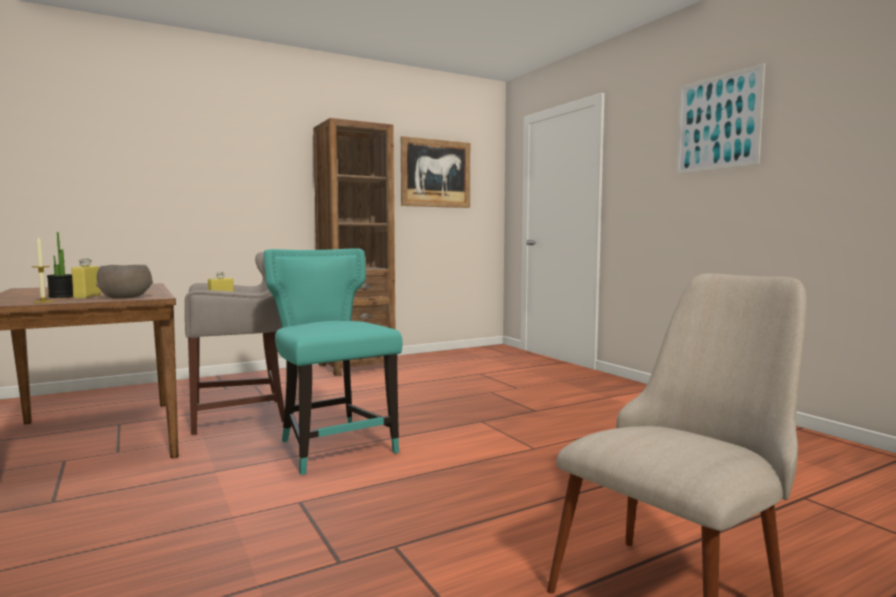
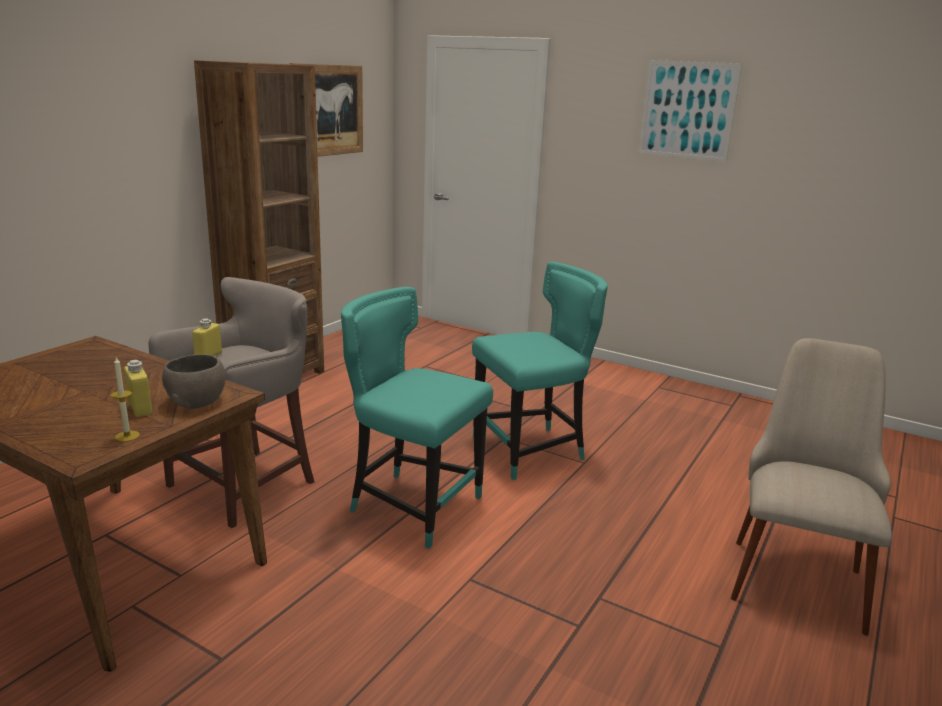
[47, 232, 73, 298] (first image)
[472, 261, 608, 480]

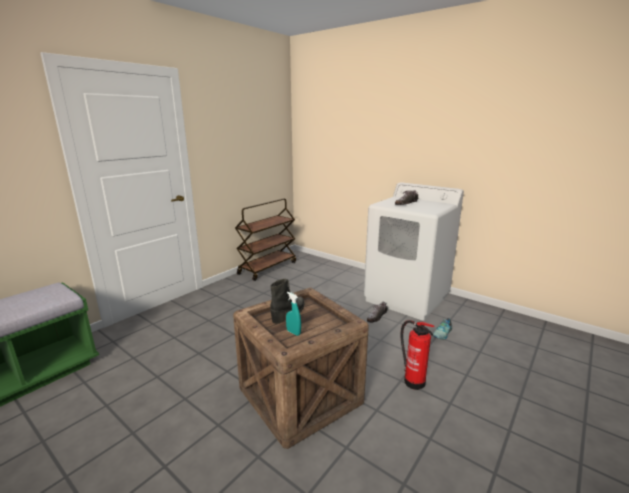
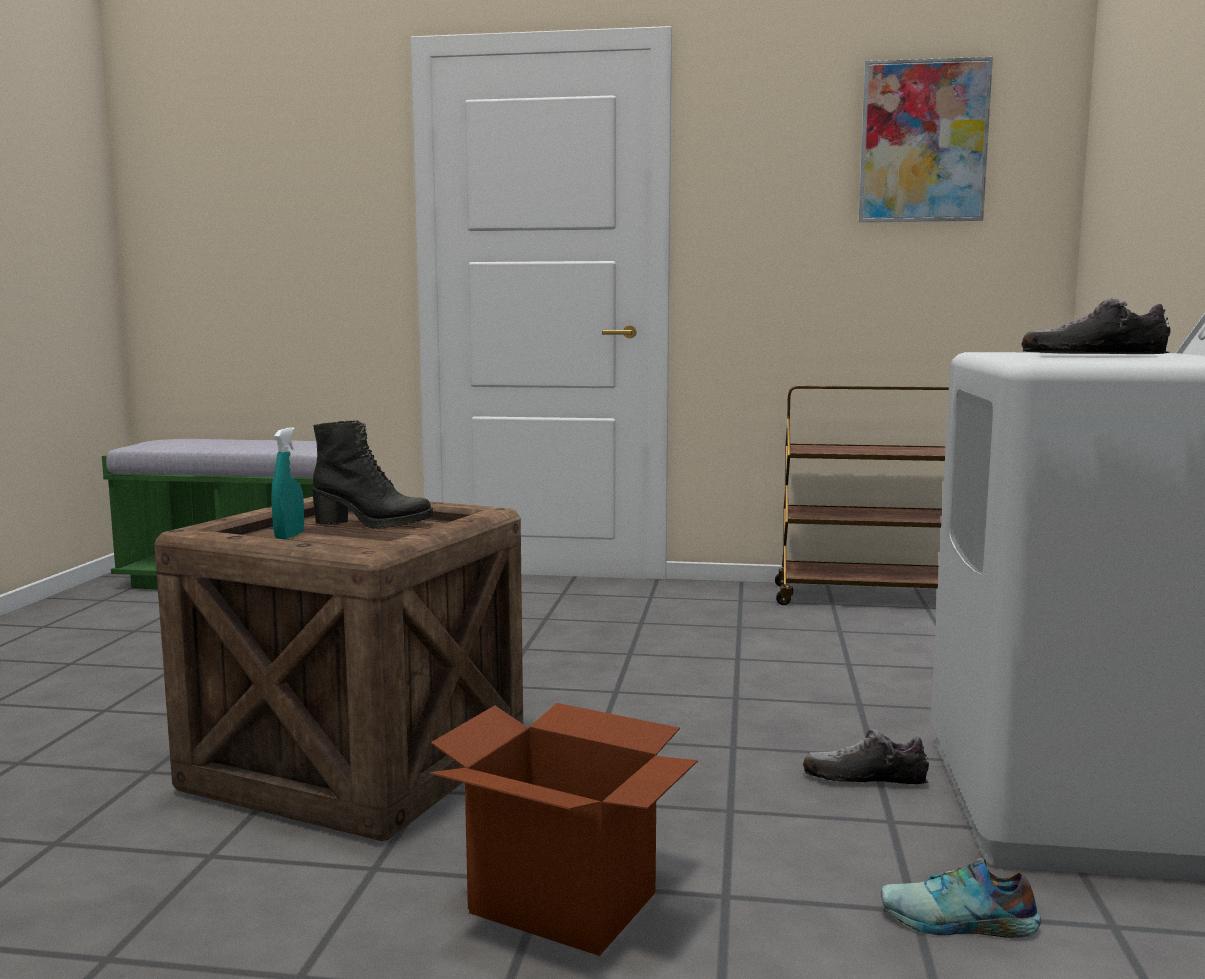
[429, 703, 698, 956]
[859, 57, 993, 222]

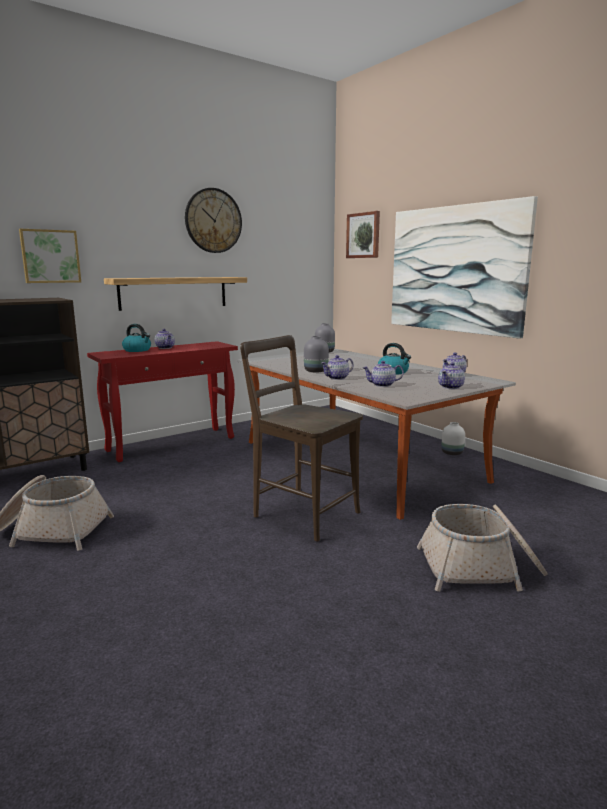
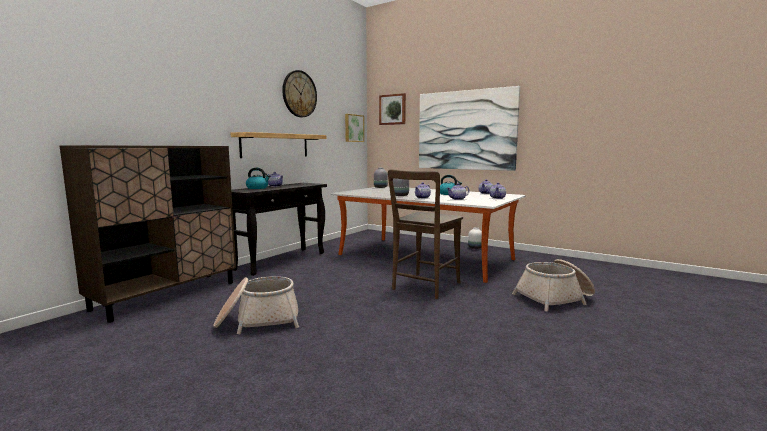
[345, 114, 364, 142]
[388, 169, 463, 299]
[231, 183, 327, 276]

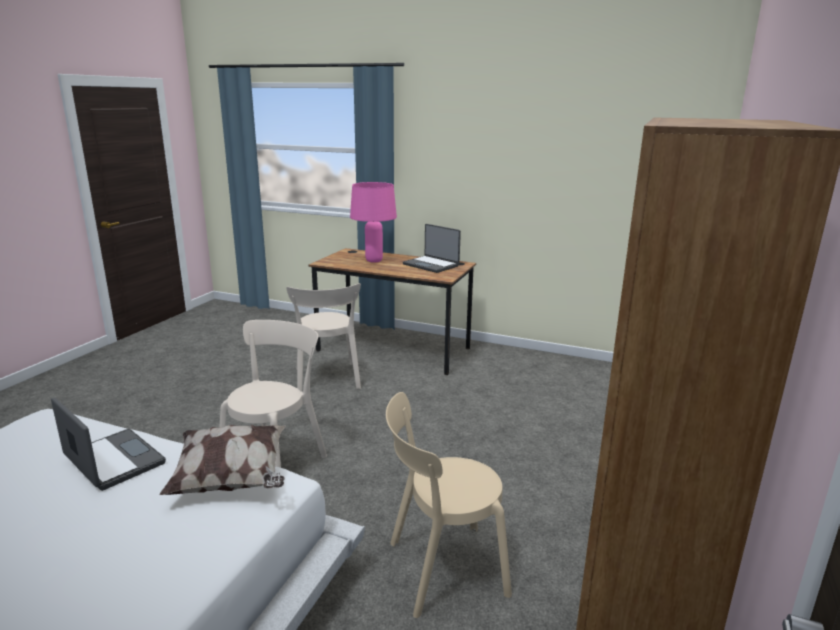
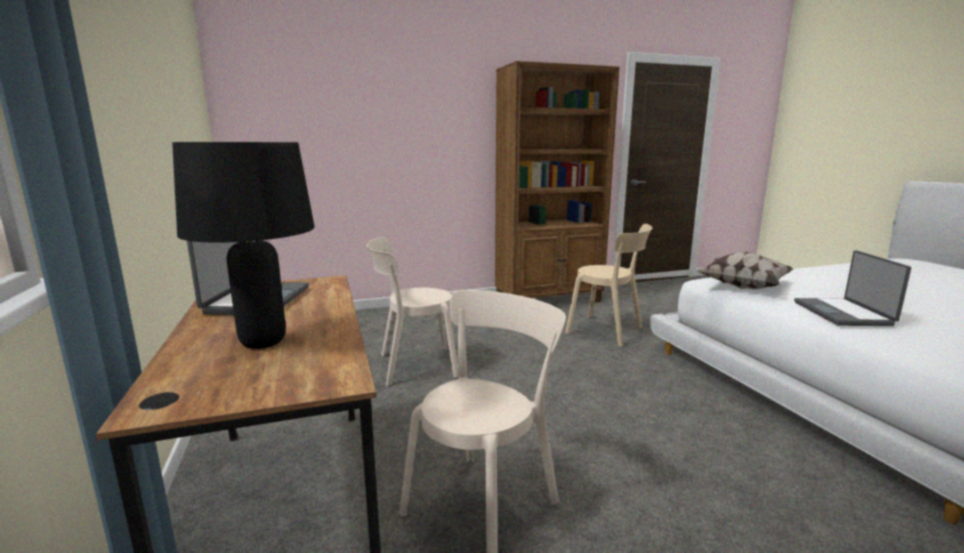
[172, 142, 315, 349]
[367, 237, 458, 386]

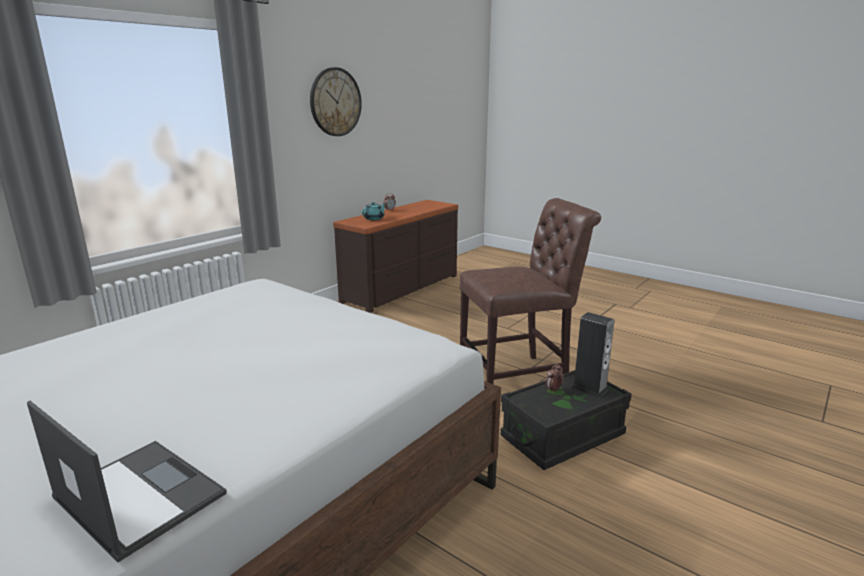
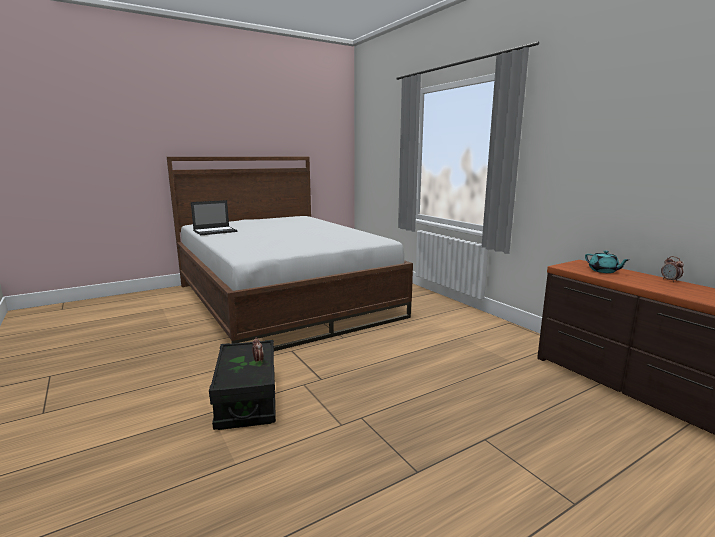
[310, 67, 362, 136] (first image)
[459, 198, 601, 384] (first image)
[571, 312, 615, 398] (first image)

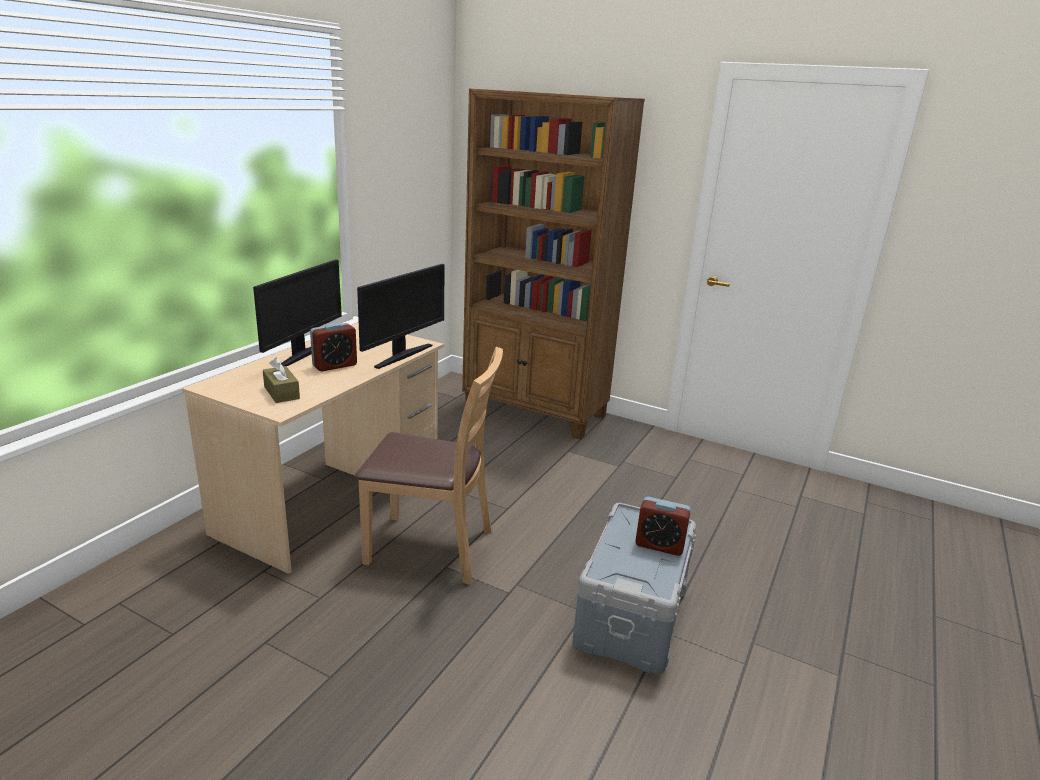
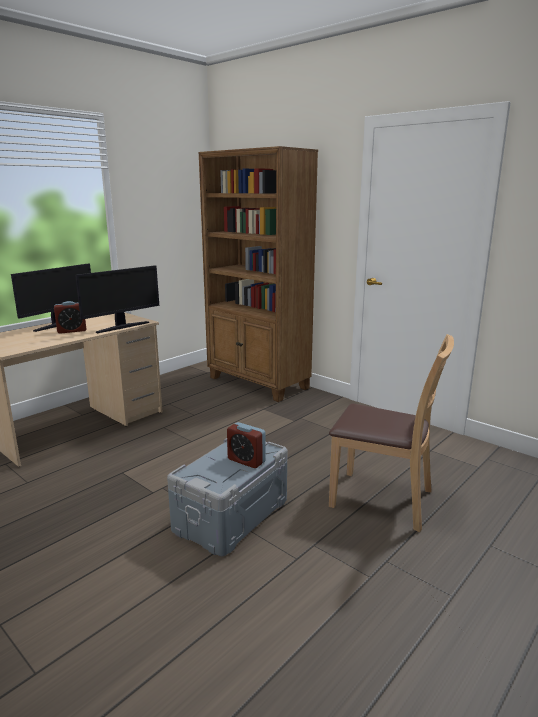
[329, 334, 454, 532]
[263, 358, 300, 403] (first image)

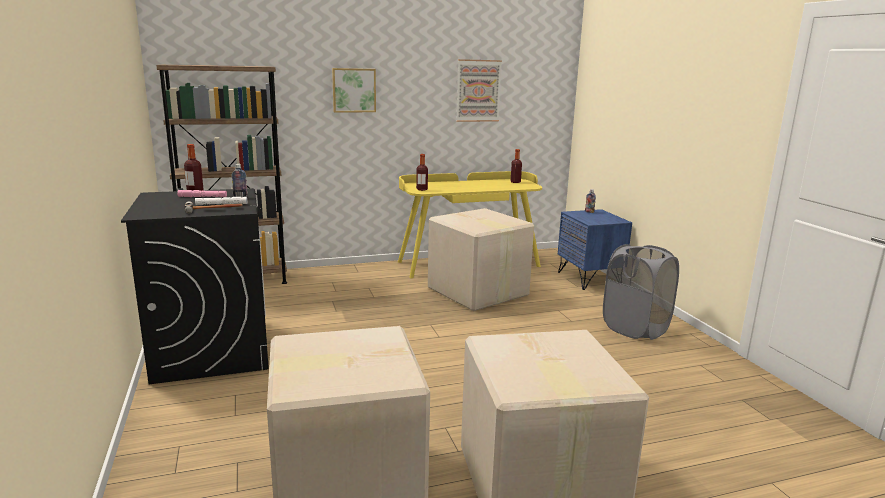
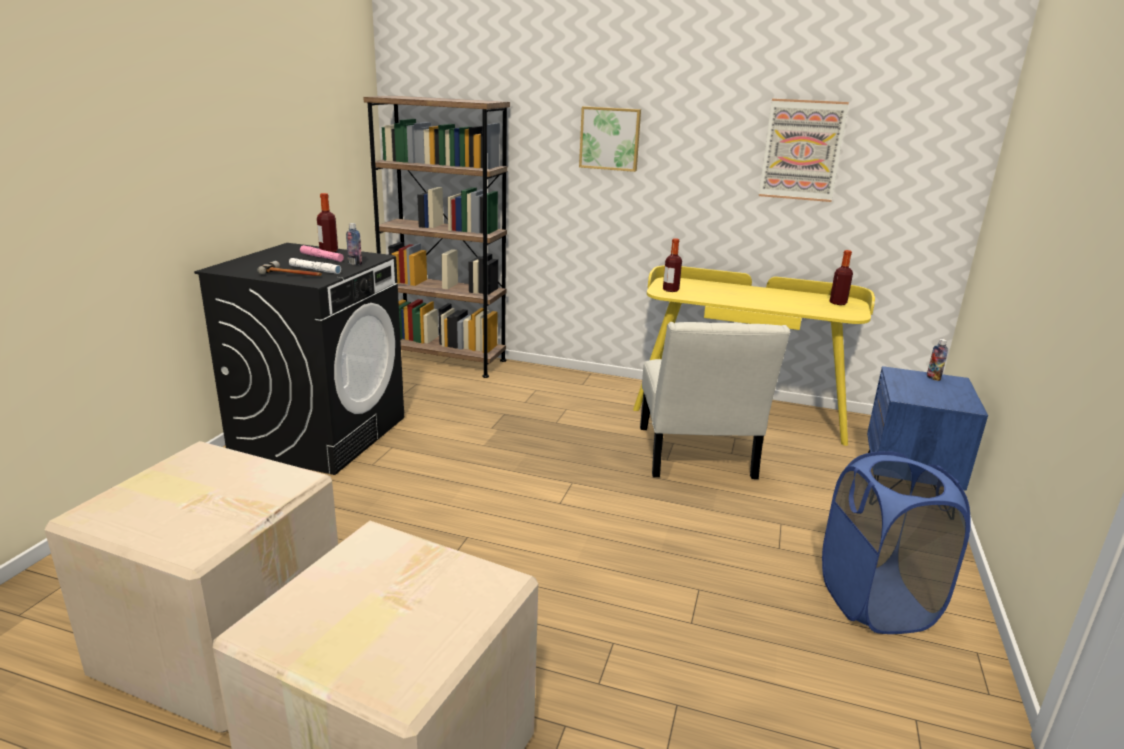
[640, 322, 790, 479]
[822, 451, 971, 634]

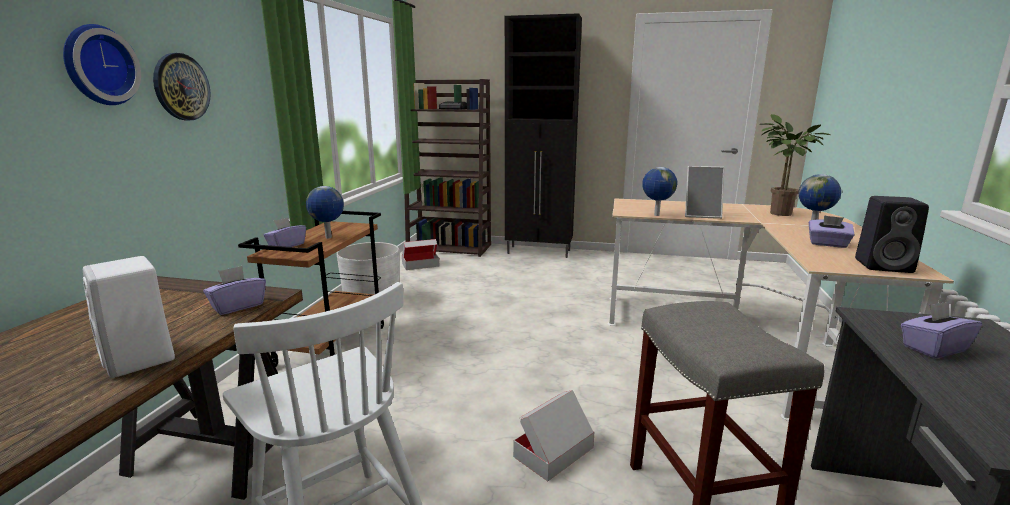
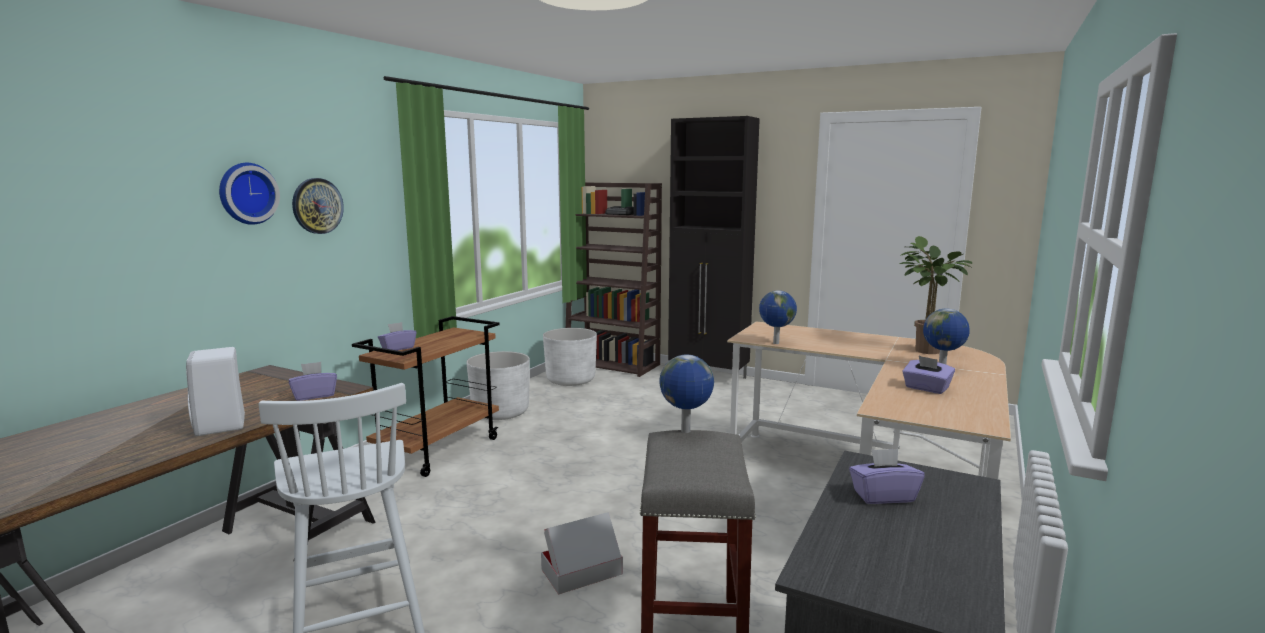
[685, 166, 725, 219] (first image)
[659, 355, 714, 433]
[855, 196, 929, 273] (first image)
[543, 328, 597, 386]

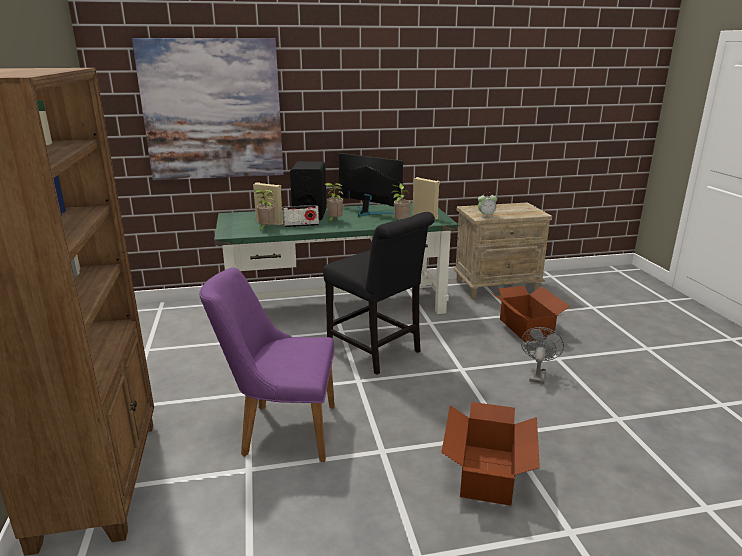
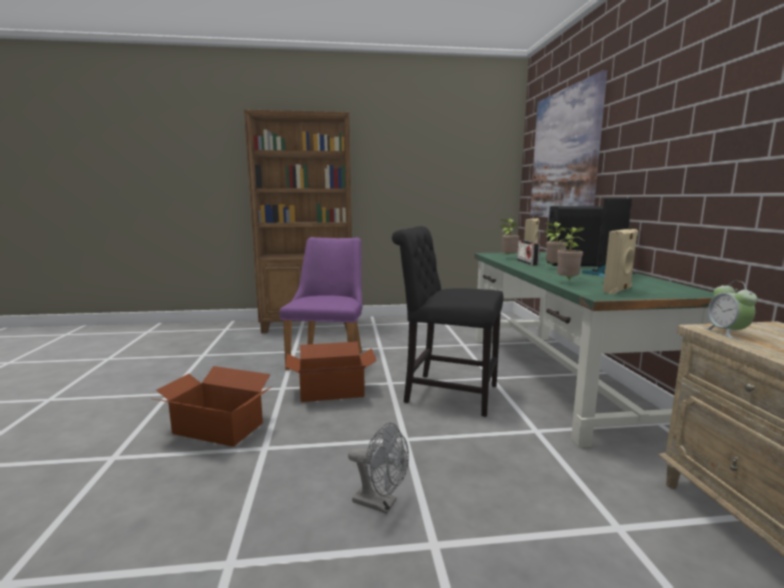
[392, 226, 503, 417]
[285, 342, 377, 402]

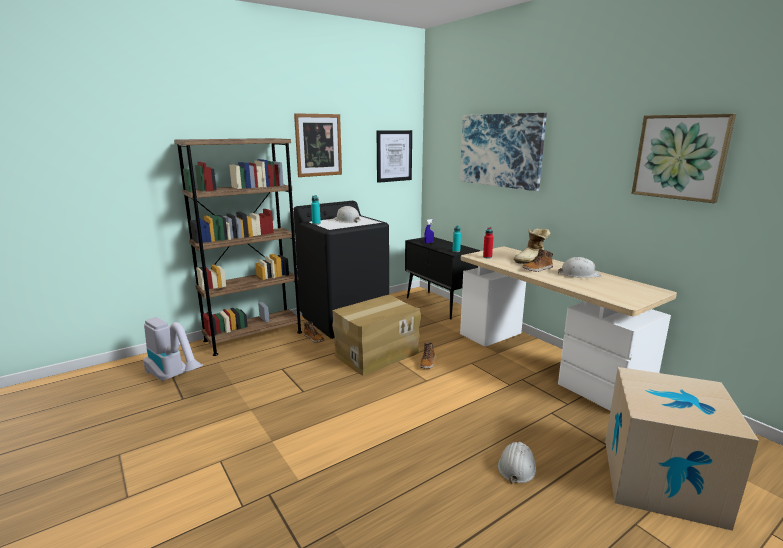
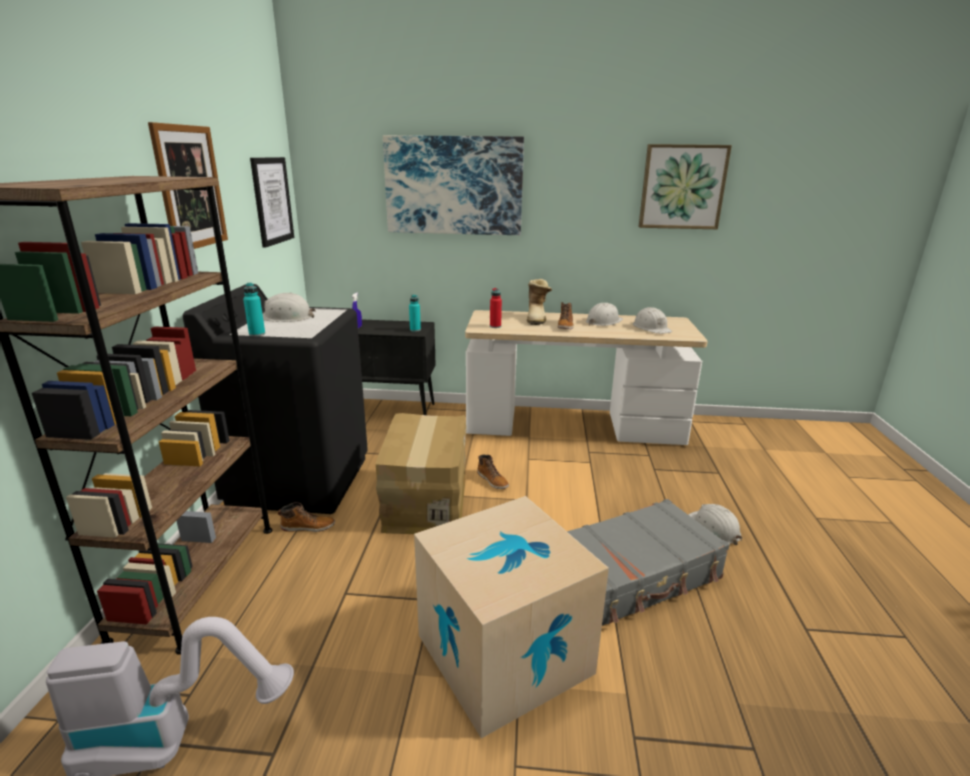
[414, 496, 609, 738]
[633, 307, 672, 334]
[567, 499, 730, 626]

